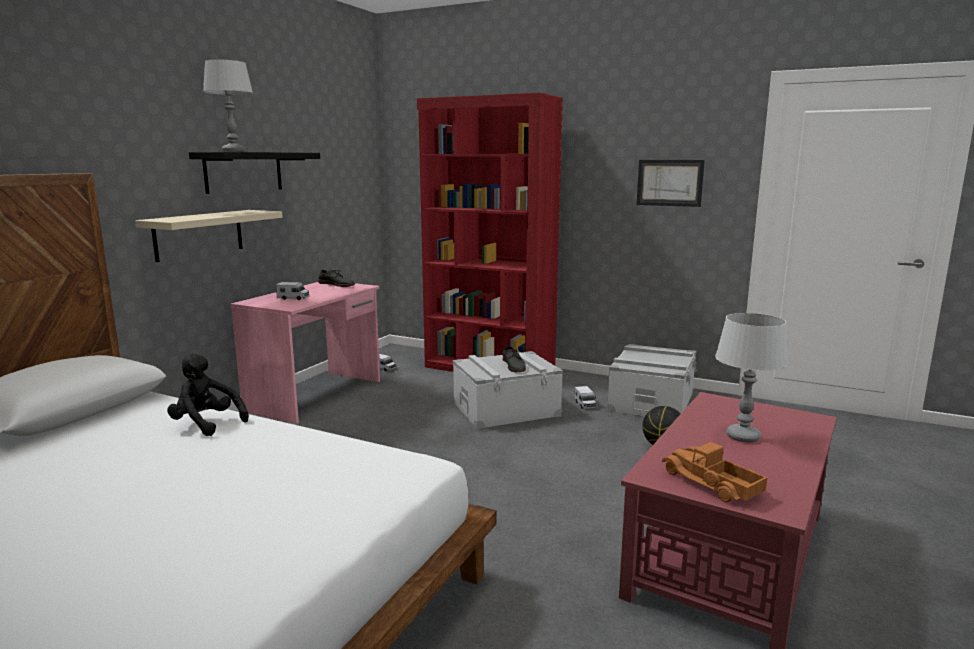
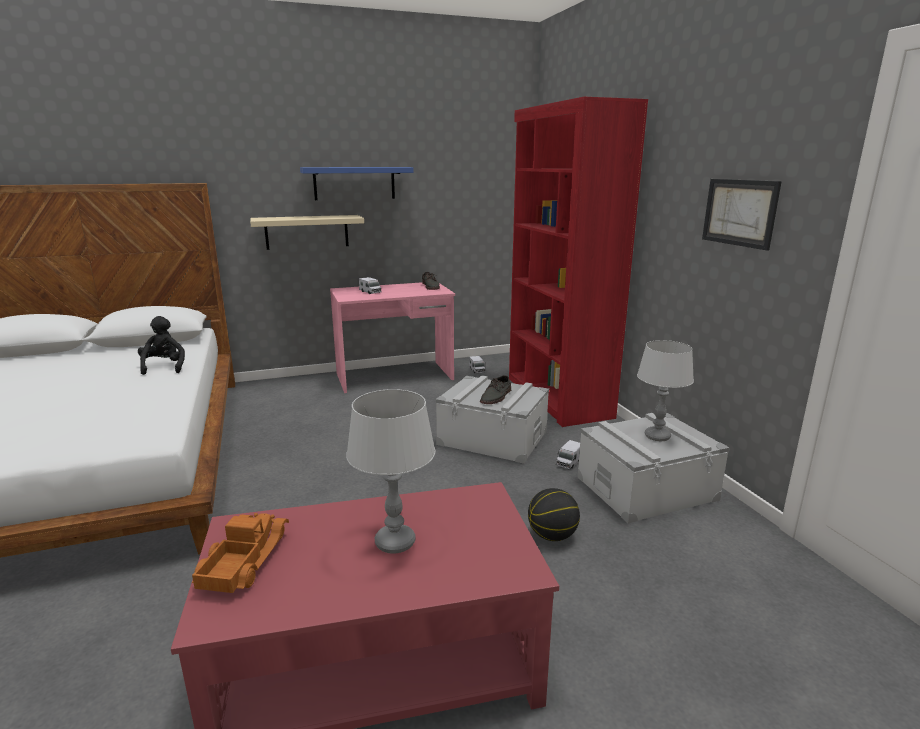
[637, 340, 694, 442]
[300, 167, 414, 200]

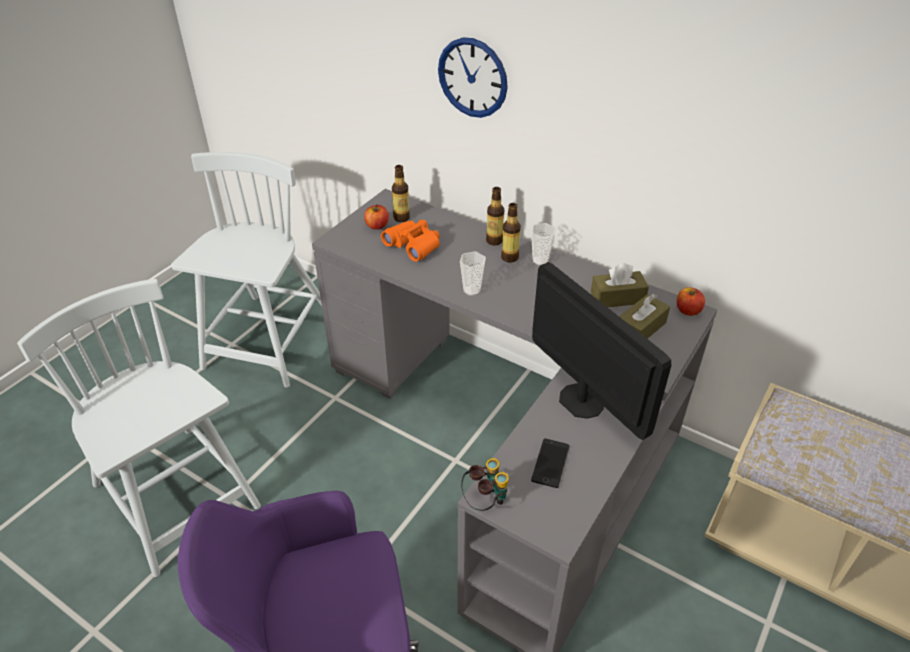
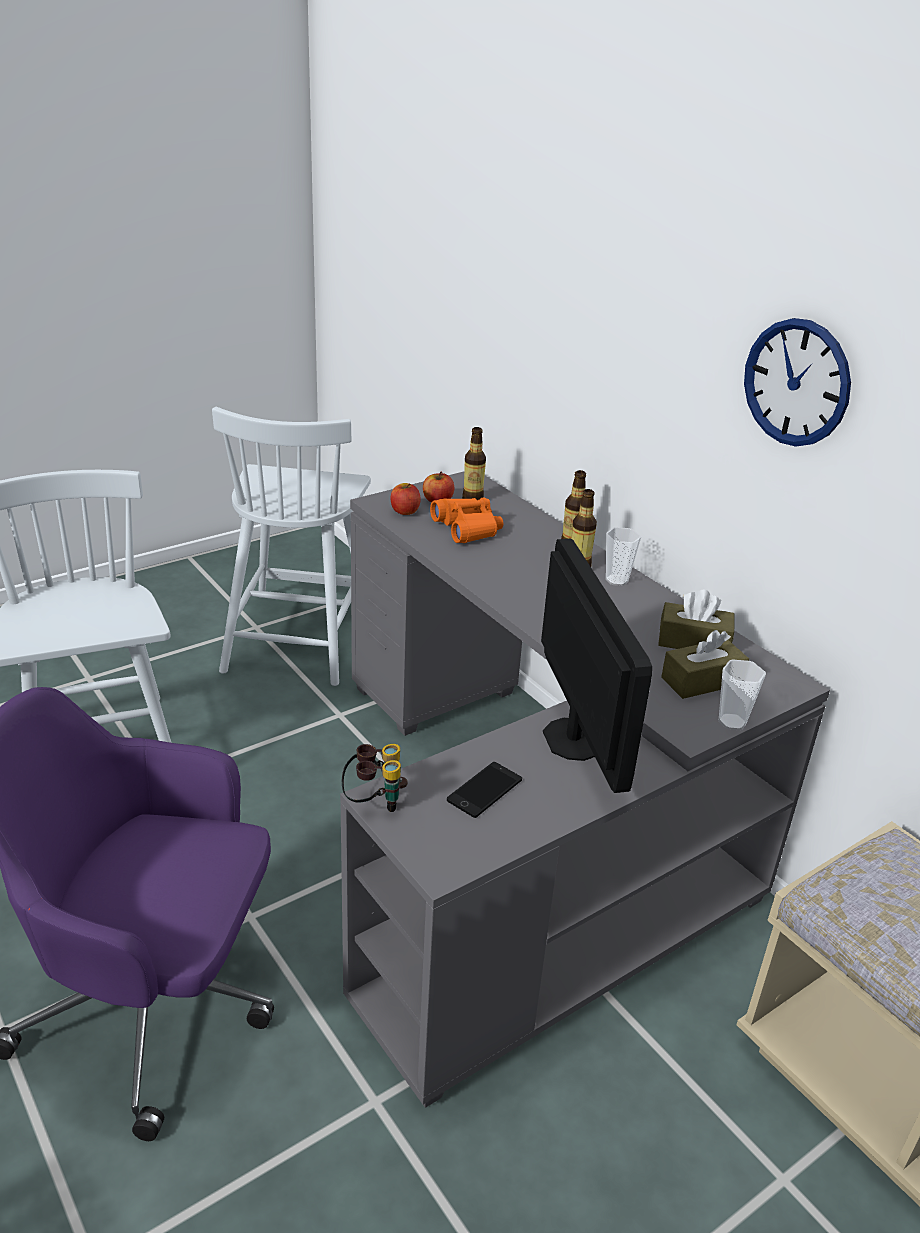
[744, 318, 851, 447]
[212, 407, 371, 686]
[719, 659, 766, 730]
[391, 483, 421, 515]

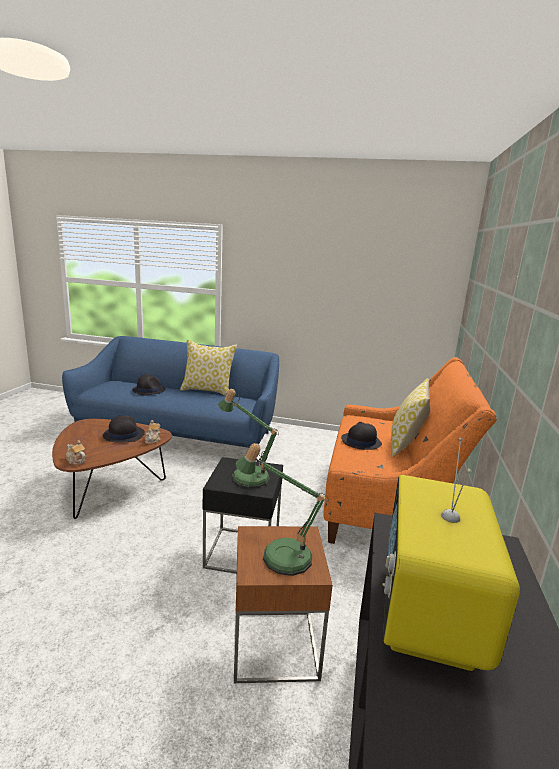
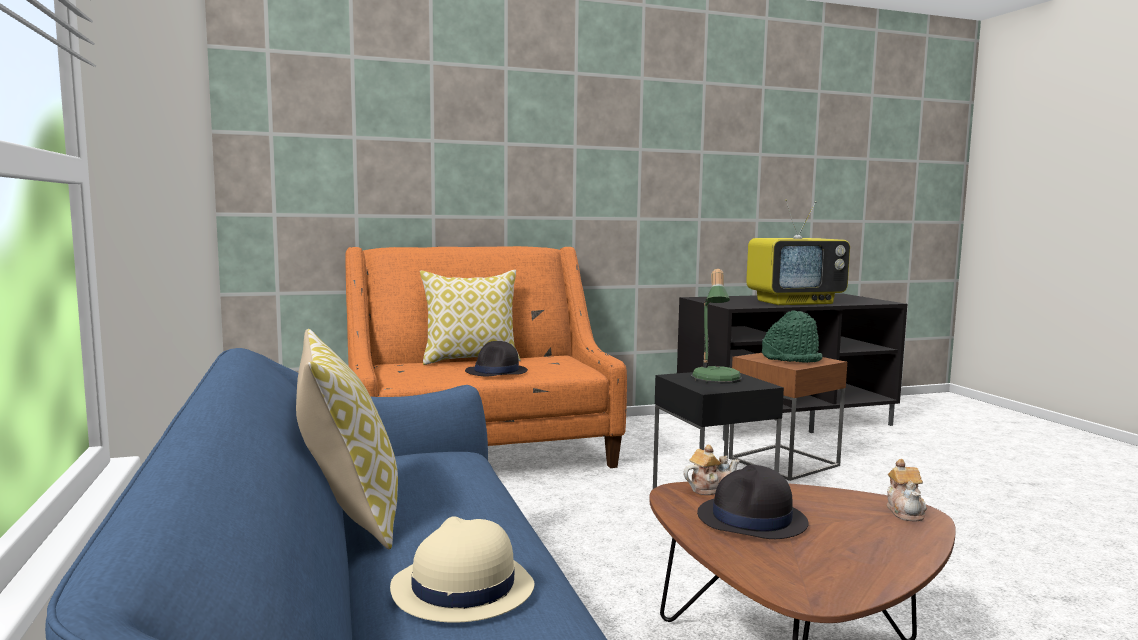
[390, 516, 535, 623]
[762, 311, 823, 363]

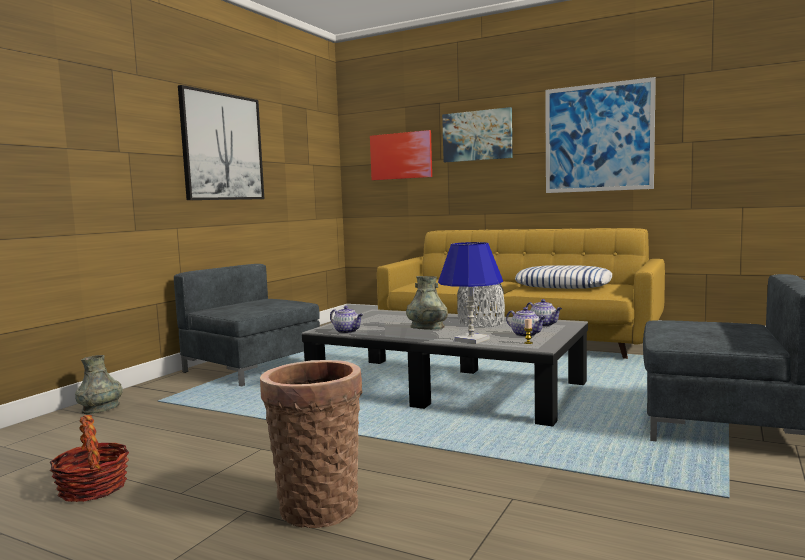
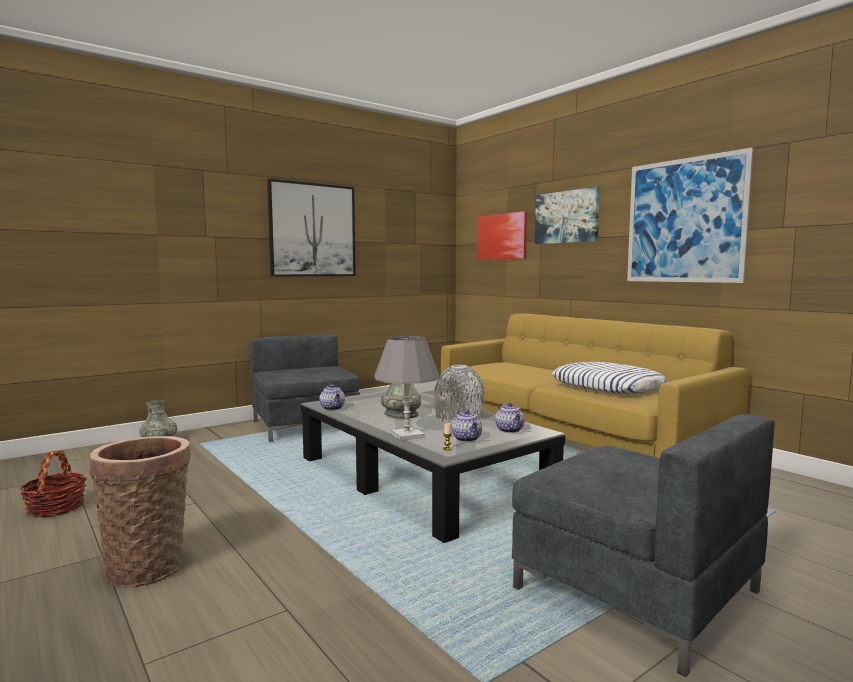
[374, 336, 440, 441]

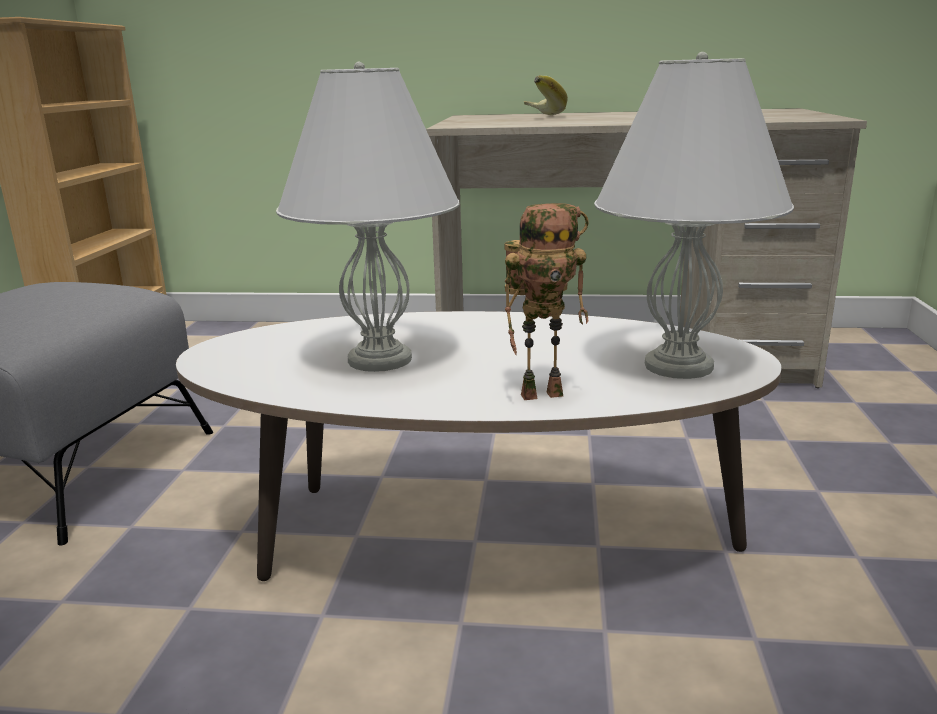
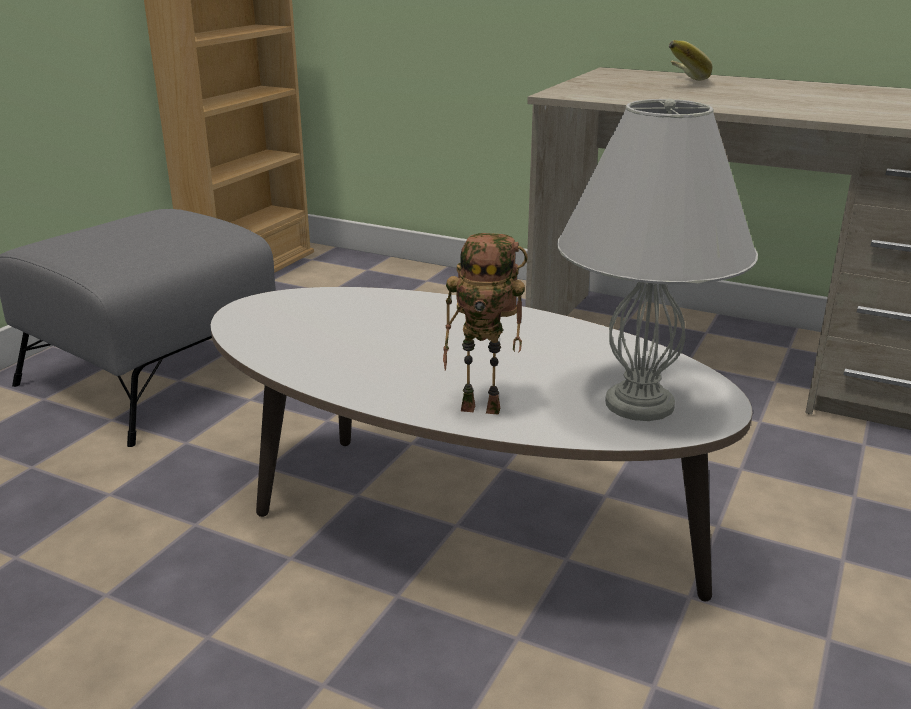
[276, 62, 460, 372] (first image)

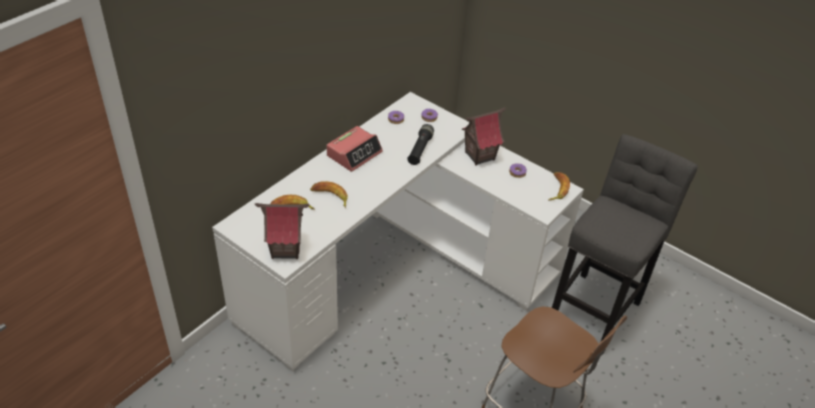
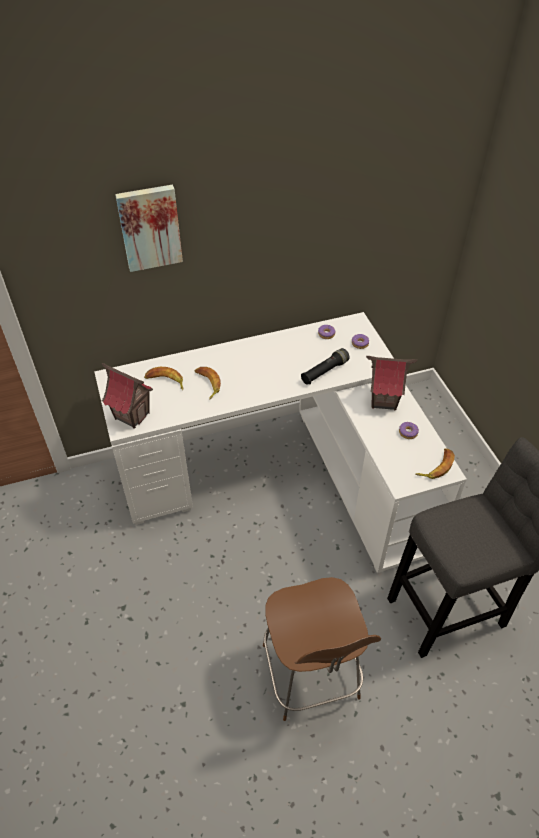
[326, 126, 383, 172] (first image)
[115, 185, 183, 272]

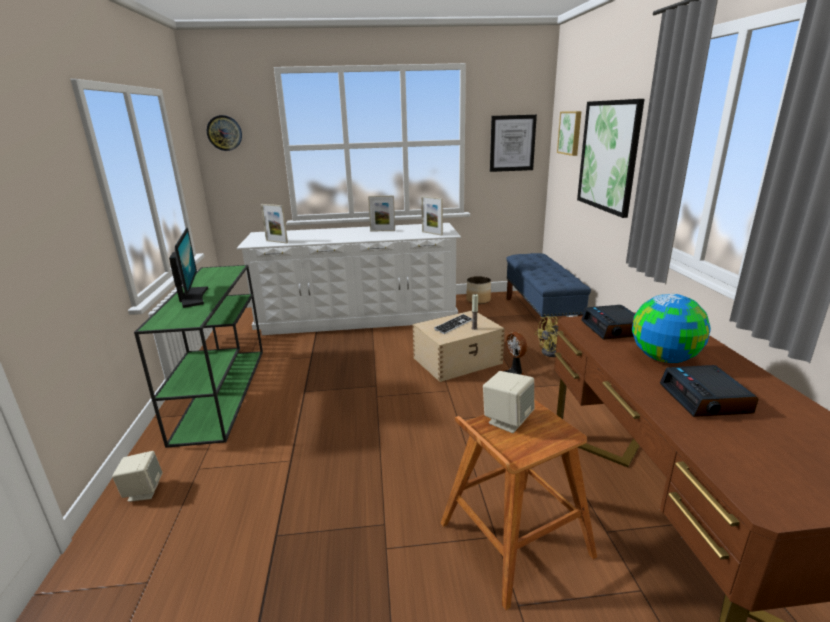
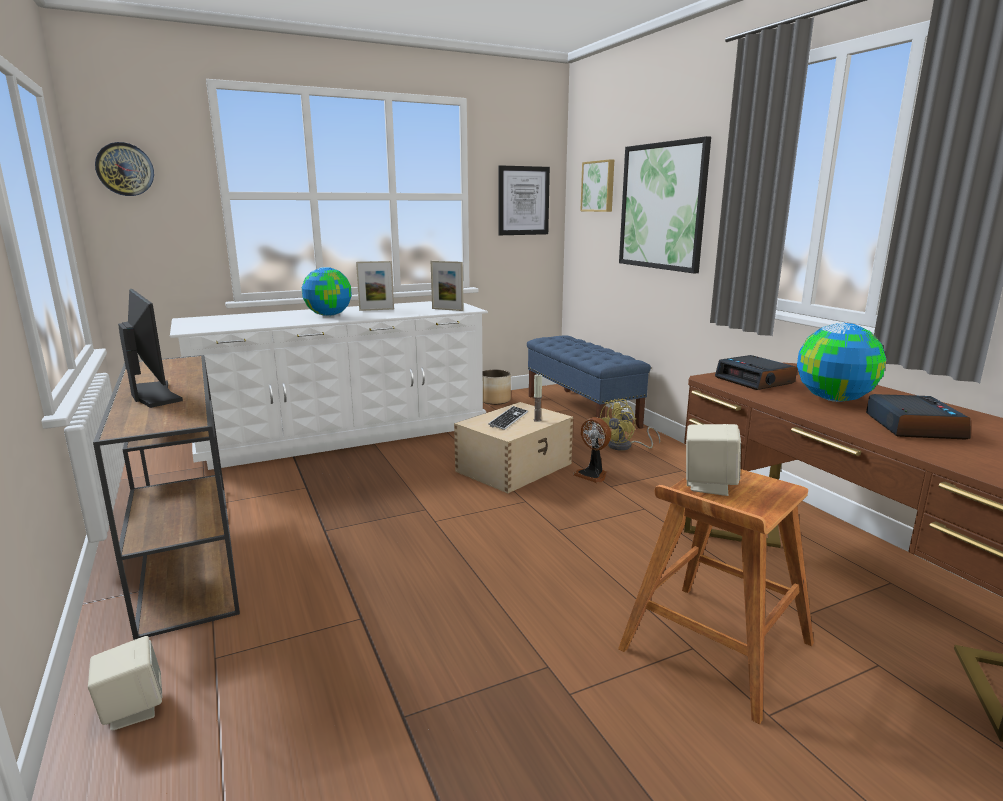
[261, 204, 288, 243] (first image)
[93, 355, 240, 640]
[866, 394, 971, 440]
[302, 267, 352, 316]

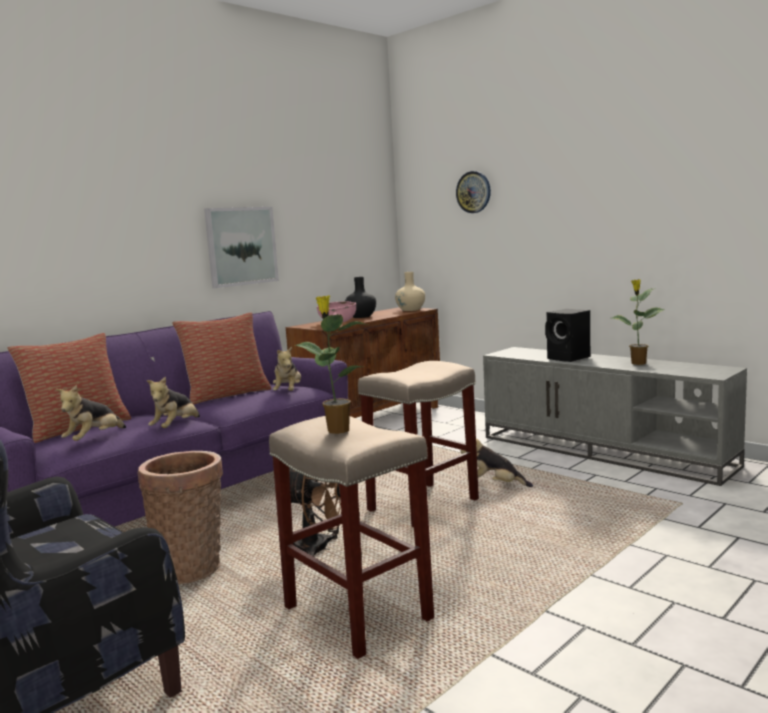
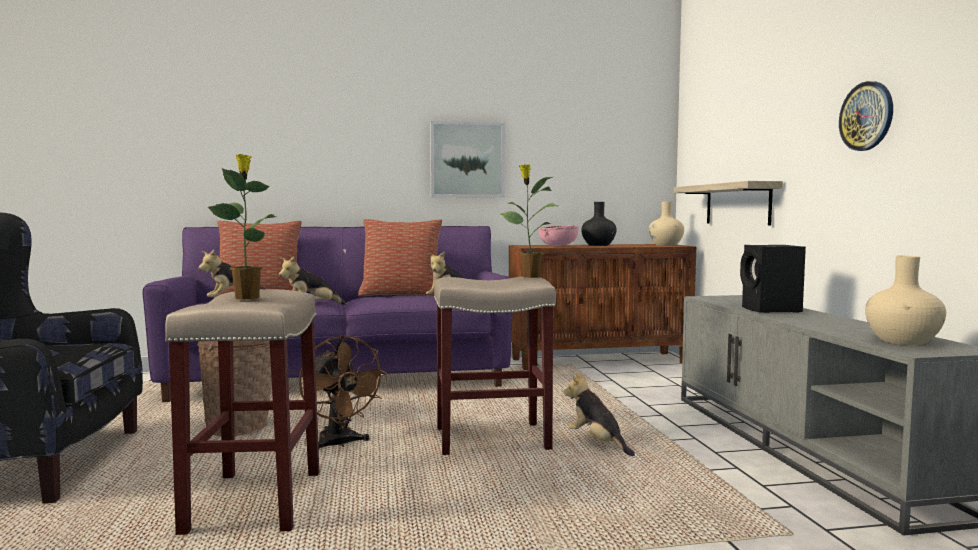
[839, 81, 893, 151]
[500, 164, 559, 278]
[674, 181, 783, 225]
[865, 256, 946, 345]

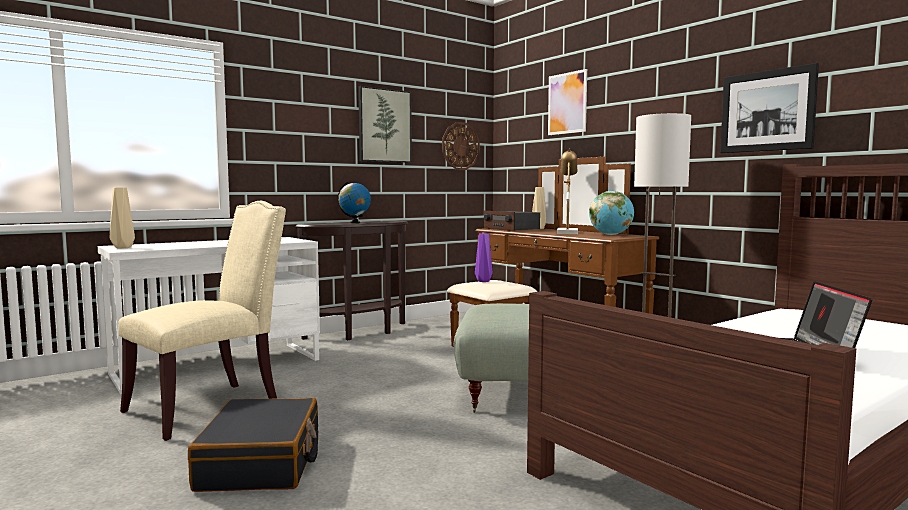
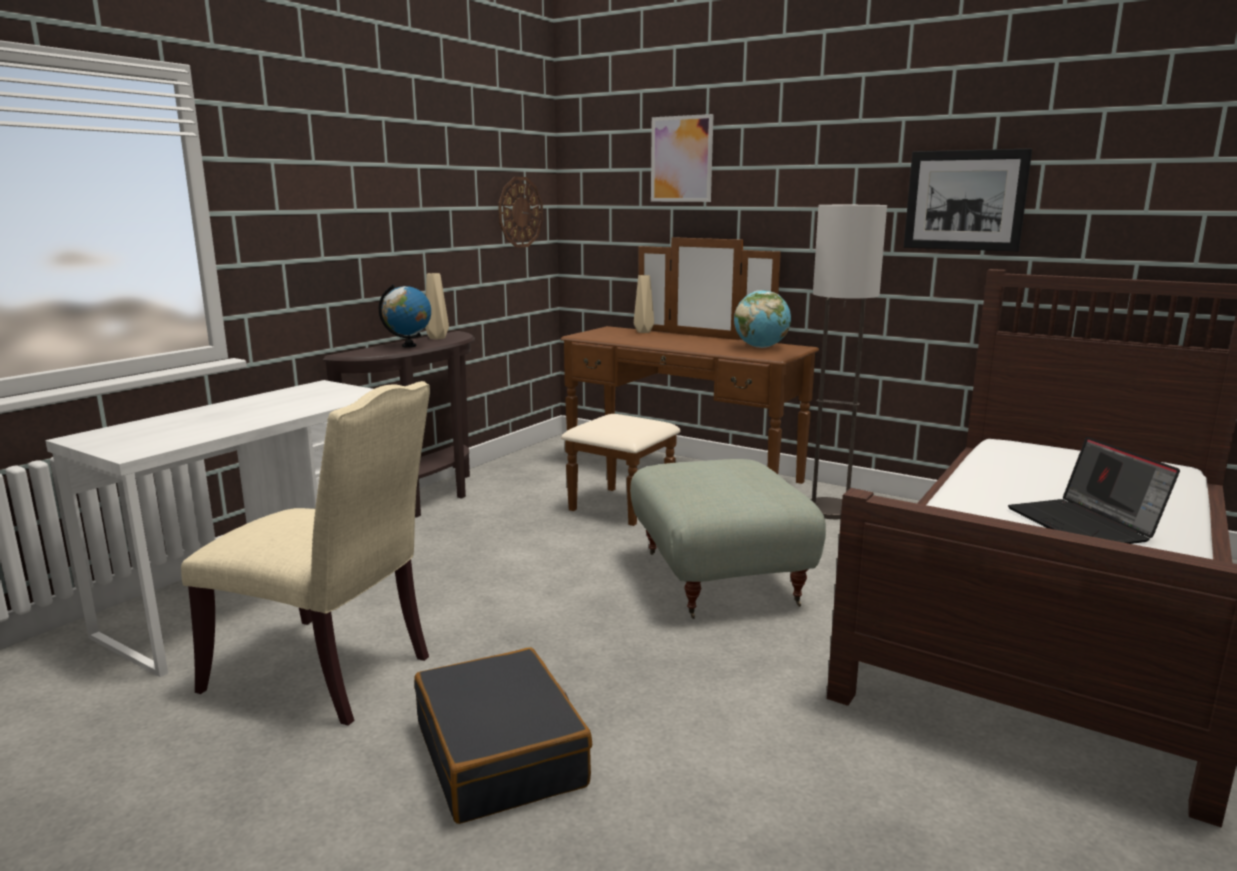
[358, 86, 412, 163] (first image)
[557, 148, 578, 234] (first image)
[425, 273, 449, 339]
[181, 381, 430, 726]
[484, 211, 540, 231] (first image)
[475, 233, 492, 282] (first image)

